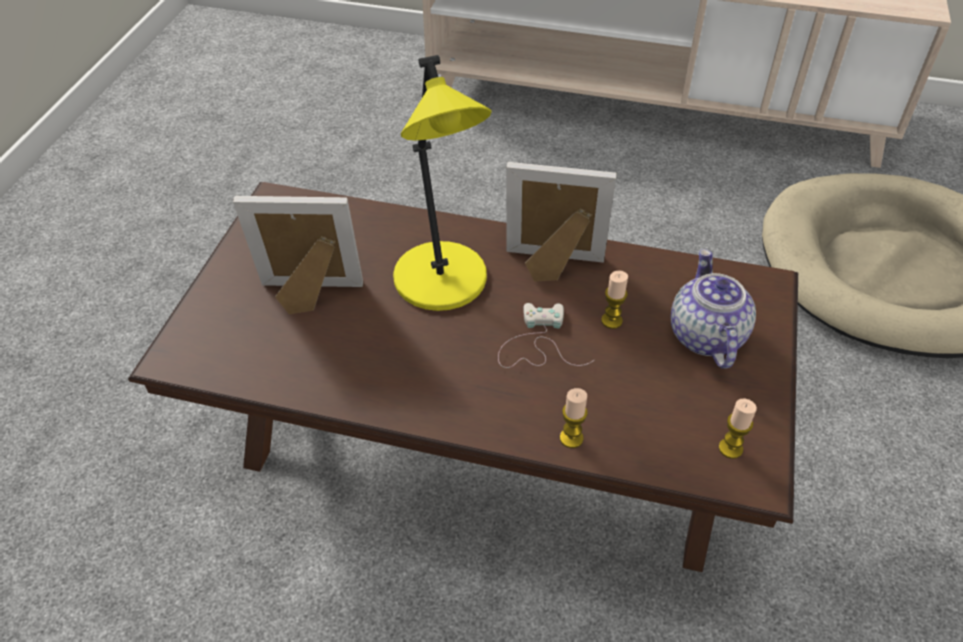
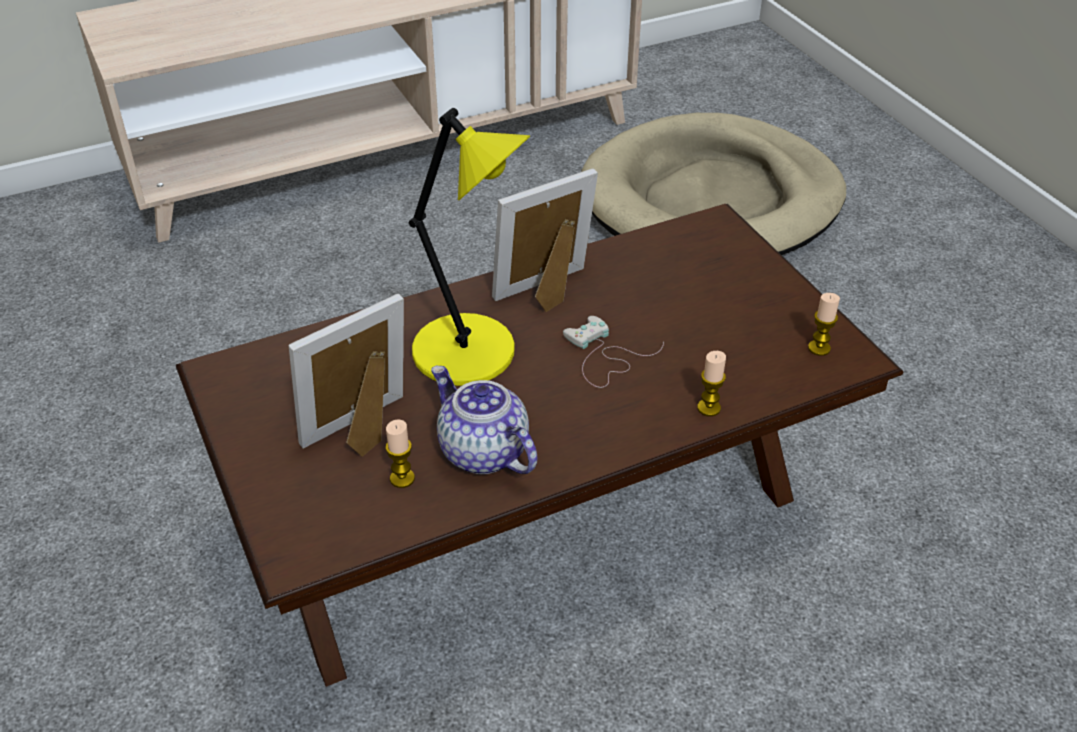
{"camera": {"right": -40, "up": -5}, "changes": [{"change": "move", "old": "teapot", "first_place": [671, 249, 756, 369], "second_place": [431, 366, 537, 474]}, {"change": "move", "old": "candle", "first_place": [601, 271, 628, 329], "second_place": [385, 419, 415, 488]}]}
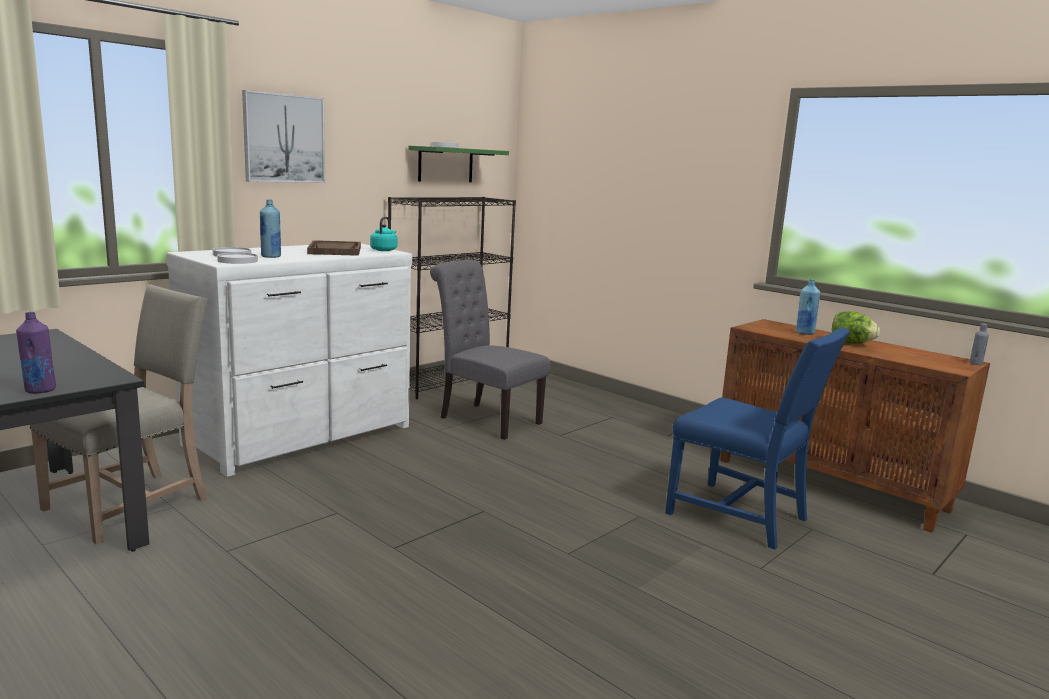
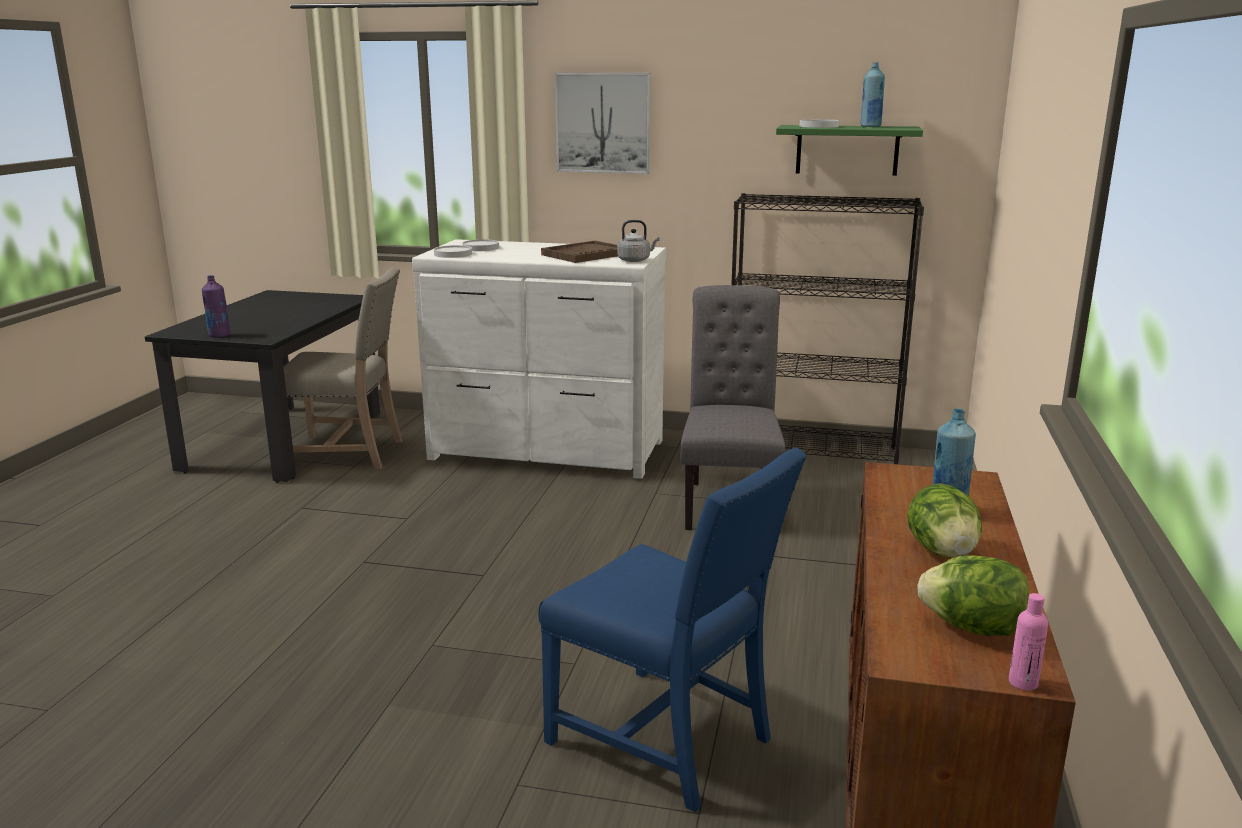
{"camera": {"right": 60, "up": 5}, "changes": [{"change": "move", "old": "blue bottle", "first_place": [260, 200, 281, 258], "second_place": [861, 62, 885, 127]}, {"change": "recolor", "old": "turquoise kettle", "new": "grey kettle", "first_place": [370, 217, 397, 251], "second_place": [617, 220, 660, 262]}, {"change": "recolor", "old": "grey bottle", "new": "pink bottle", "first_place": [970, 323, 989, 365], "second_place": [1009, 593, 1048, 691]}, {"change": "rotate", "old": "blue chair", "first_place": [665, 327, 850, 550], "second_place": [538, 447, 807, 812], "degrees": -60}, {"change": "insert", "new": "lettuce", "second_place": [917, 555, 1029, 636]}]}
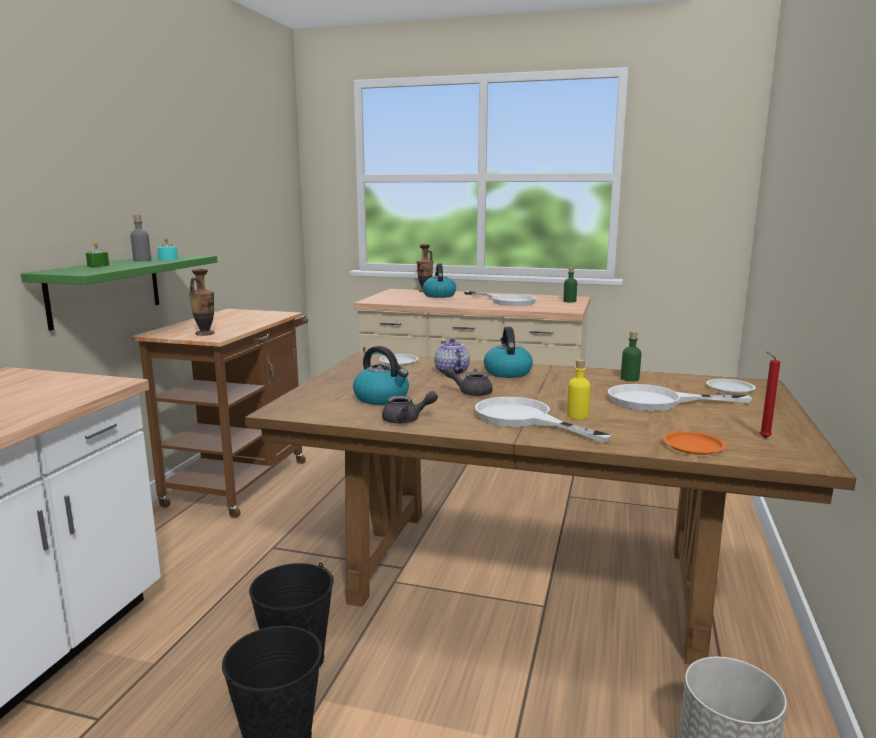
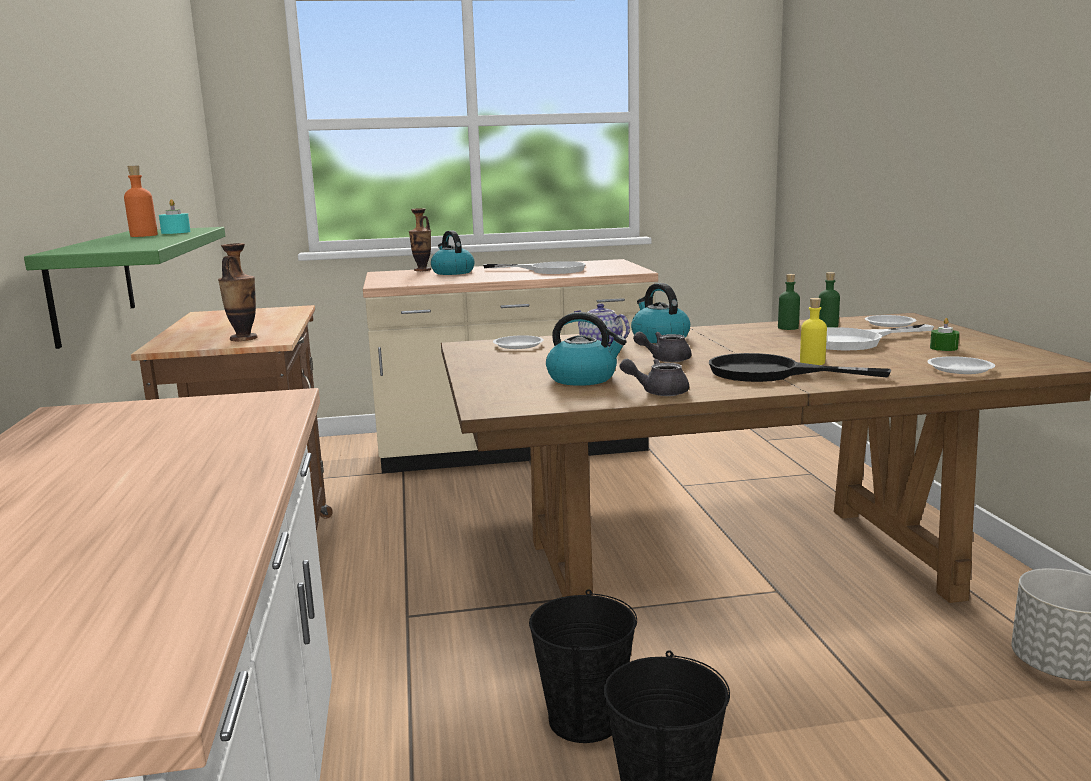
{"camera": {"right": -25, "up": 0}, "changes": [{"change": "recolor", "old": "grey bottle", "new": "orange bottle", "first_place": [130, 215, 151, 261], "second_place": [124, 165, 158, 237]}, {"change": "move", "old": "green candle", "first_place": [86, 242, 109, 267], "second_place": [930, 318, 959, 351]}, {"change": "move", "old": "green bottle", "first_place": [564, 267, 577, 303], "second_place": [819, 272, 840, 328]}, {"change": "delete", "old": "red candle", "first_place": [760, 351, 780, 438]}, {"change": "rotate", "old": "grey teapot", "first_place": [382, 391, 438, 424], "second_place": [620, 359, 689, 396], "degrees": -150}, {"change": "recolor", "old": "white frying pan", "new": "black frying pan", "first_place": [475, 397, 612, 443], "second_place": [709, 353, 892, 382]}, {"change": "recolor", "old": "orange plate", "new": "white plate", "first_place": [663, 431, 726, 455], "second_place": [927, 356, 995, 374]}]}
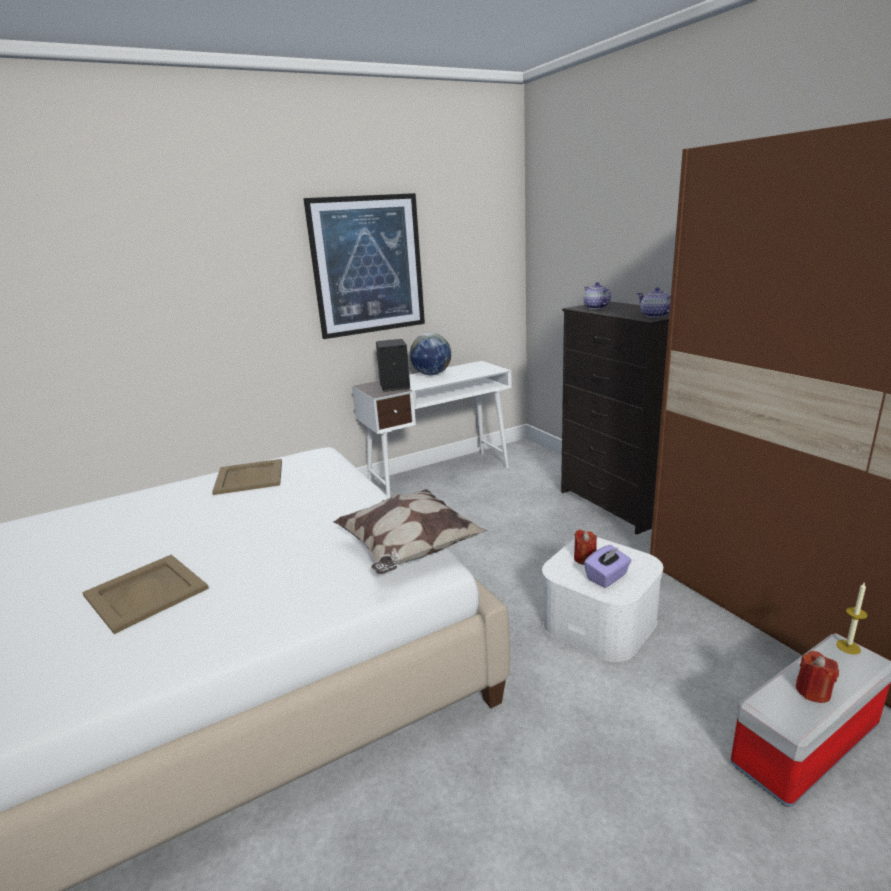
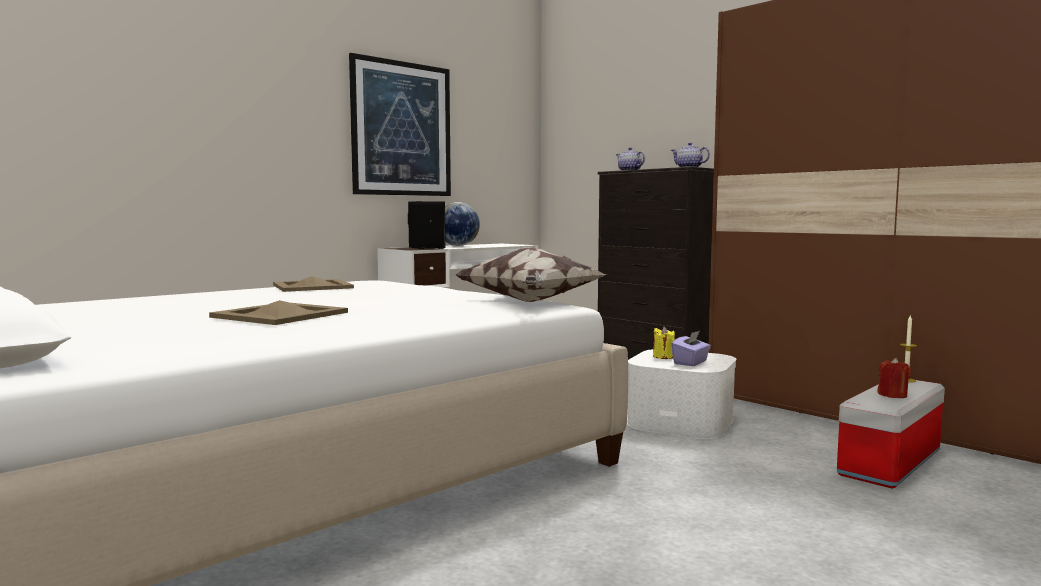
{"camera": {"right": -15, "up": -15}, "changes": [{"change": "recolor", "old": "red candle", "new": "yellow candle", "first_place": [574, 530, 597, 565], "second_place": [653, 327, 675, 359]}]}
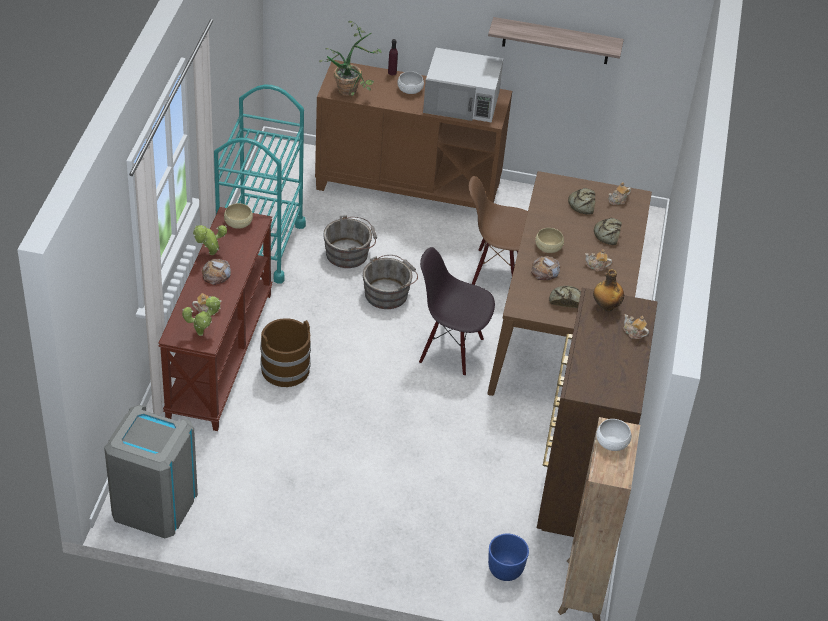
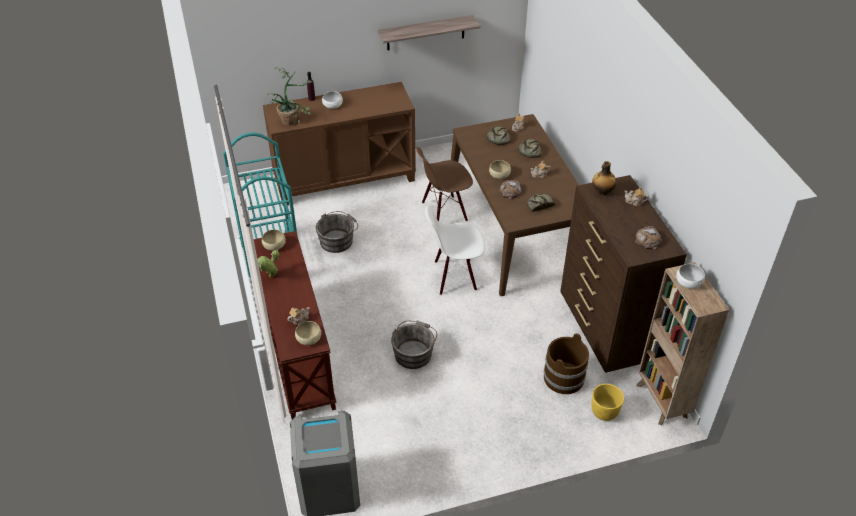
{"camera": {"right": -25, "up": 0}, "changes": [{"change": "delete", "old": "white microwave", "first_place": [423, 48, 503, 123]}, {"change": "recolor", "old": "black chair", "new": "white chair", "first_place": [419, 247, 495, 376], "second_place": [425, 206, 485, 295]}, {"change": "move", "old": "grey bucket", "first_place": [362, 255, 418, 309], "second_place": [391, 321, 437, 369]}, {"change": "move", "old": "bread", "first_place": [202, 259, 231, 285], "second_place": [635, 226, 662, 249]}, {"change": "replace", "old": "potted plant", "new": "beige bowl", "first_place": [182, 296, 221, 336], "second_place": [295, 321, 321, 345]}, {"change": "move", "old": "brown bucket", "first_place": [260, 318, 311, 387], "second_place": [544, 333, 589, 394]}, {"change": "recolor", "old": "blue planter", "new": "yellow planter", "first_place": [488, 534, 529, 581], "second_place": [591, 384, 624, 421]}]}
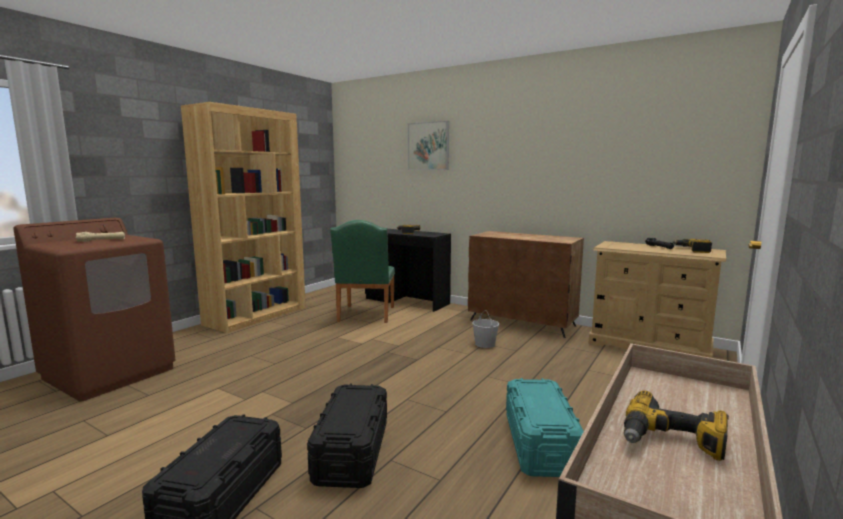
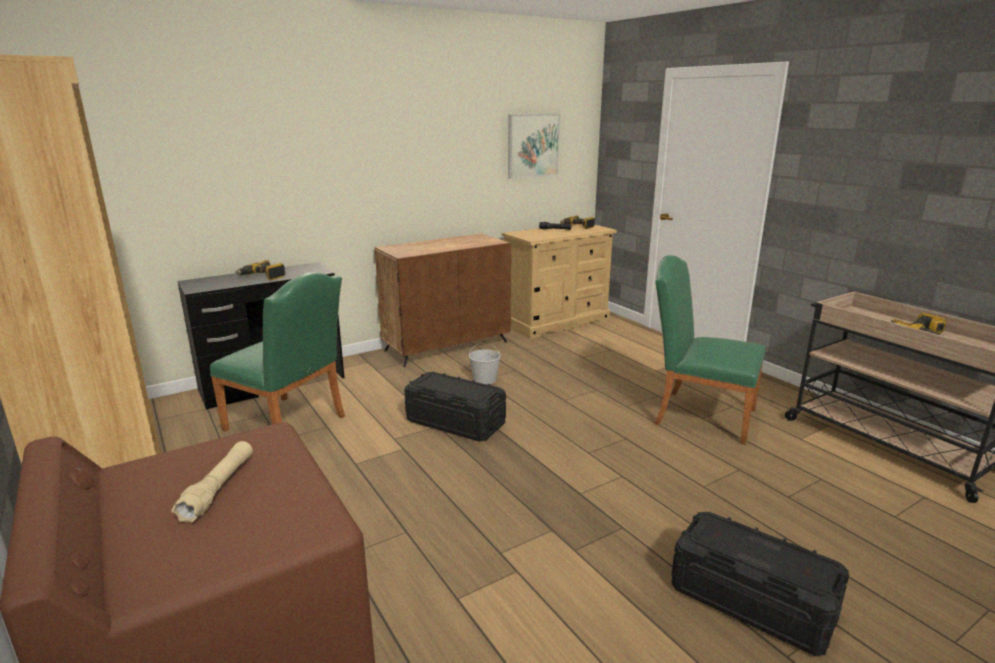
{"camera": {"right": -65, "up": 10}, "changes": [{"change": "move", "old": "picture", "first_place": [408, 121, 449, 170], "second_place": [508, 114, 560, 178]}, {"change": "replace", "old": "turquoise storage box", "new": "green chair", "first_place": [506, 378, 584, 477], "second_place": [654, 255, 765, 445]}, {"change": "move", "old": "black storage box", "first_place": [307, 384, 387, 488], "second_place": [404, 372, 506, 441]}]}
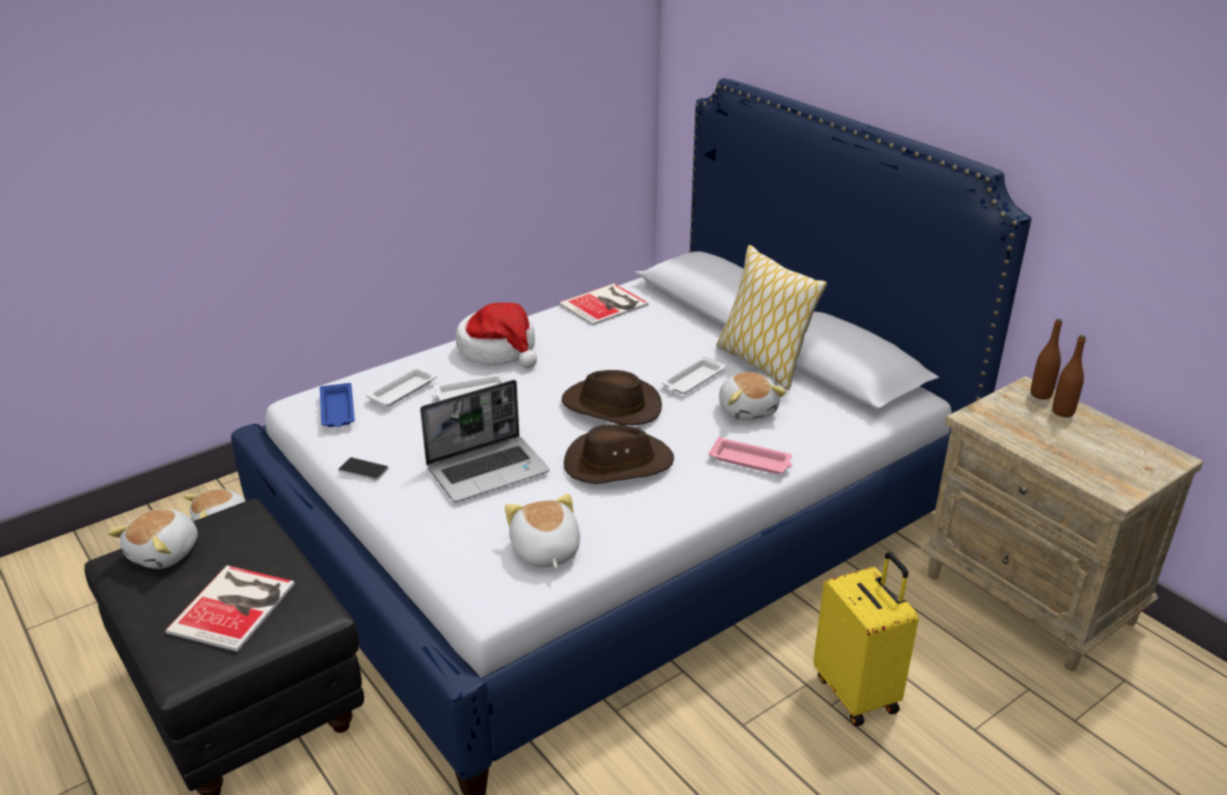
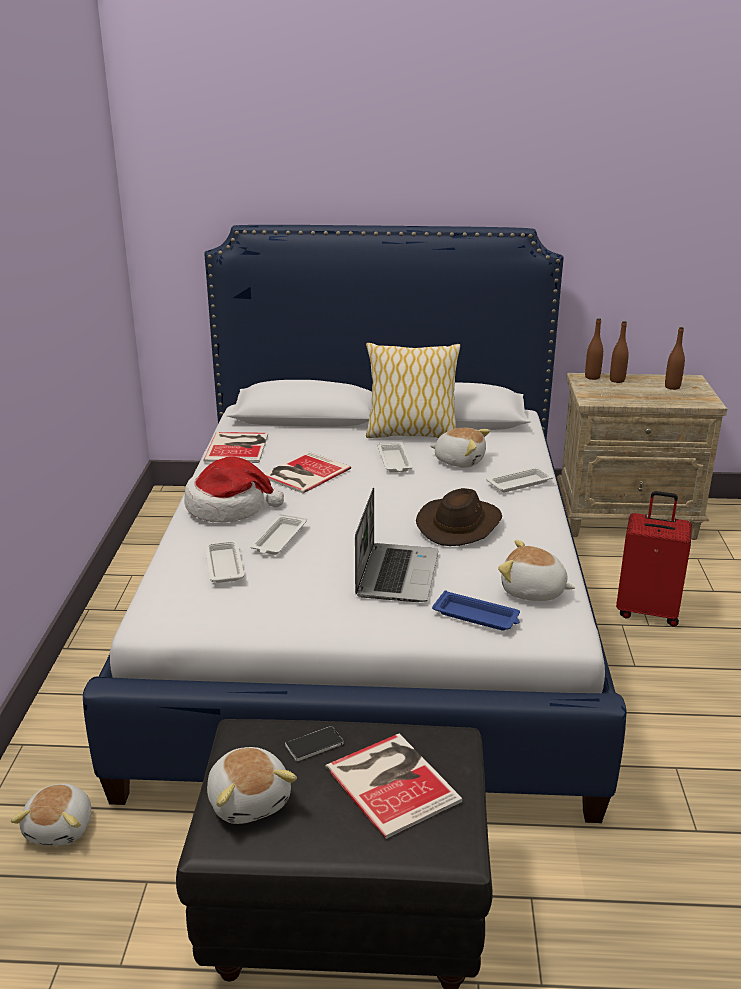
{"camera": {"right": -50, "up": -5}, "changes": [{"change": "delete", "old": "brown hat", "first_place": [562, 370, 662, 425]}, {"change": "move", "old": "blue tray", "first_place": [320, 383, 355, 427], "second_place": [432, 590, 520, 631]}, {"change": "recolor", "old": "pink tray", "new": "white tray", "first_place": [709, 437, 792, 474], "second_place": [486, 467, 553, 492]}, {"change": "move", "old": "phone", "first_place": [338, 457, 388, 481], "second_place": [285, 726, 344, 761]}, {"change": "recolor", "old": "yellow suitcase", "new": "red suitcase", "first_place": [813, 552, 919, 726], "second_place": [616, 491, 692, 627]}, {"change": "insert", "new": "brown bottle", "second_place": [665, 327, 685, 390]}, {"change": "insert", "new": "book", "second_place": [264, 452, 351, 494]}]}
